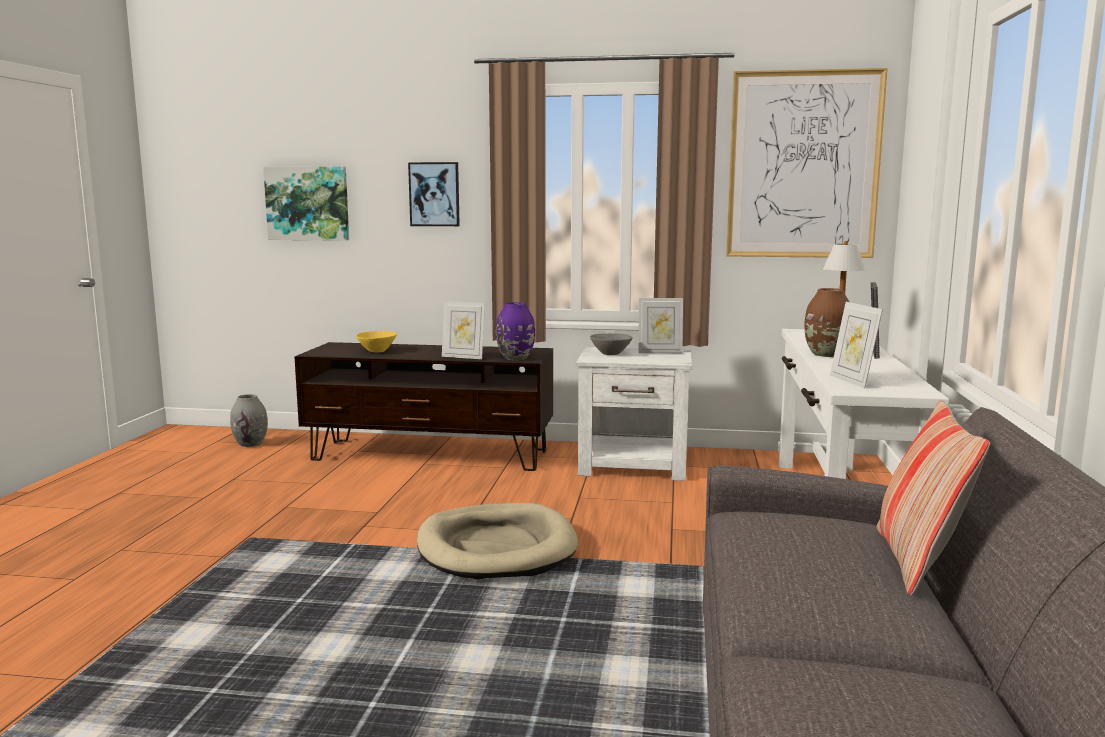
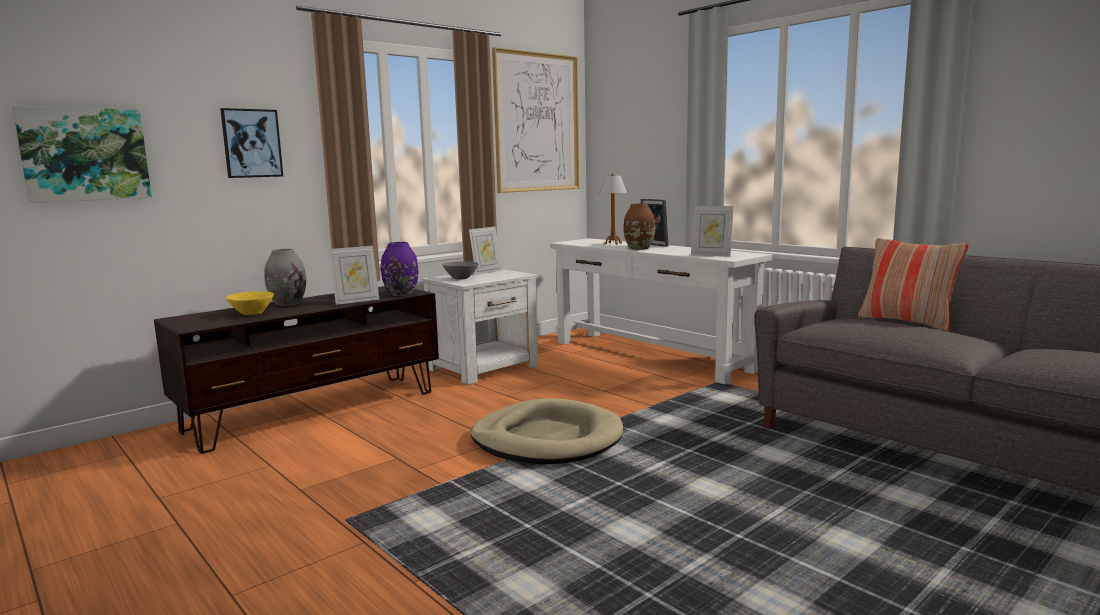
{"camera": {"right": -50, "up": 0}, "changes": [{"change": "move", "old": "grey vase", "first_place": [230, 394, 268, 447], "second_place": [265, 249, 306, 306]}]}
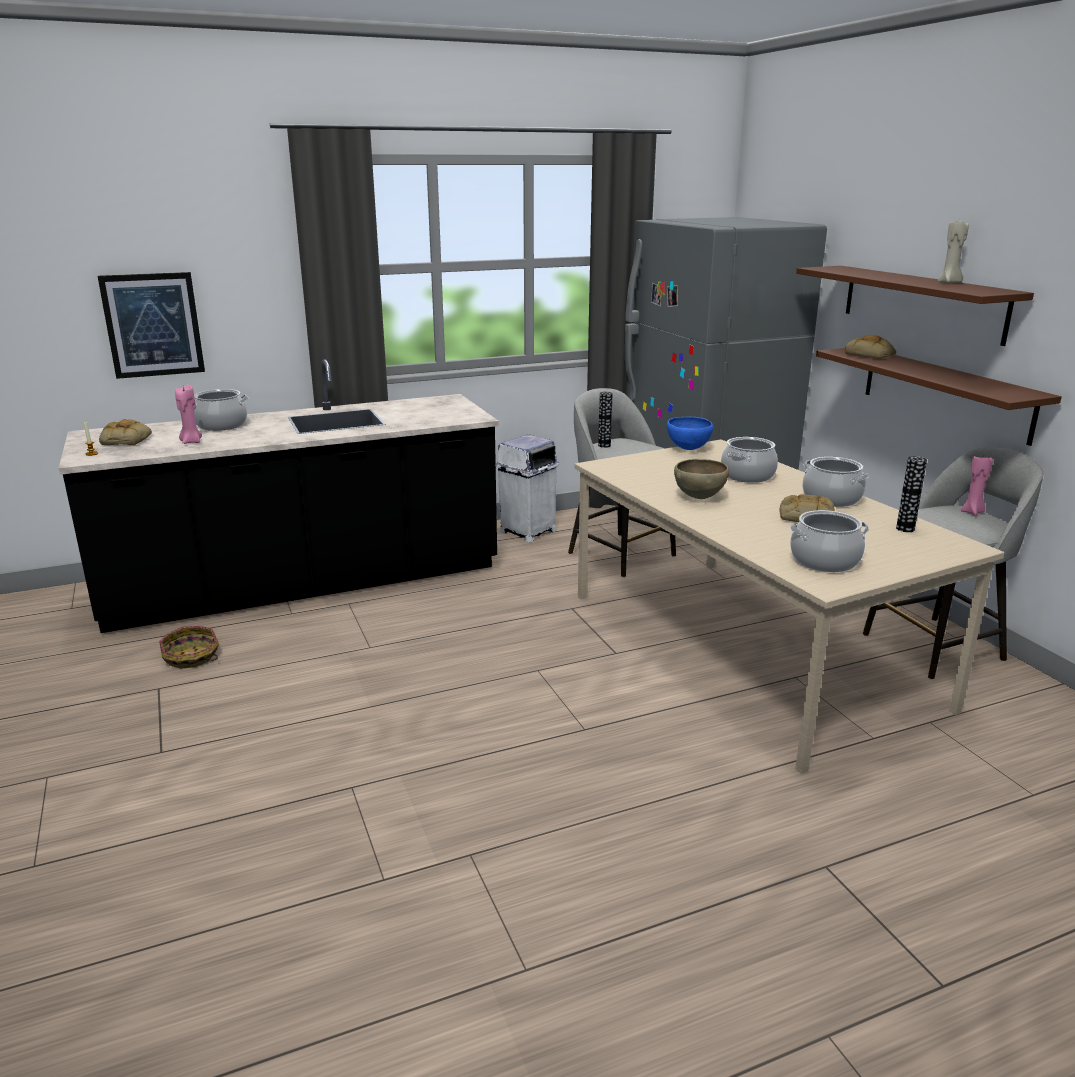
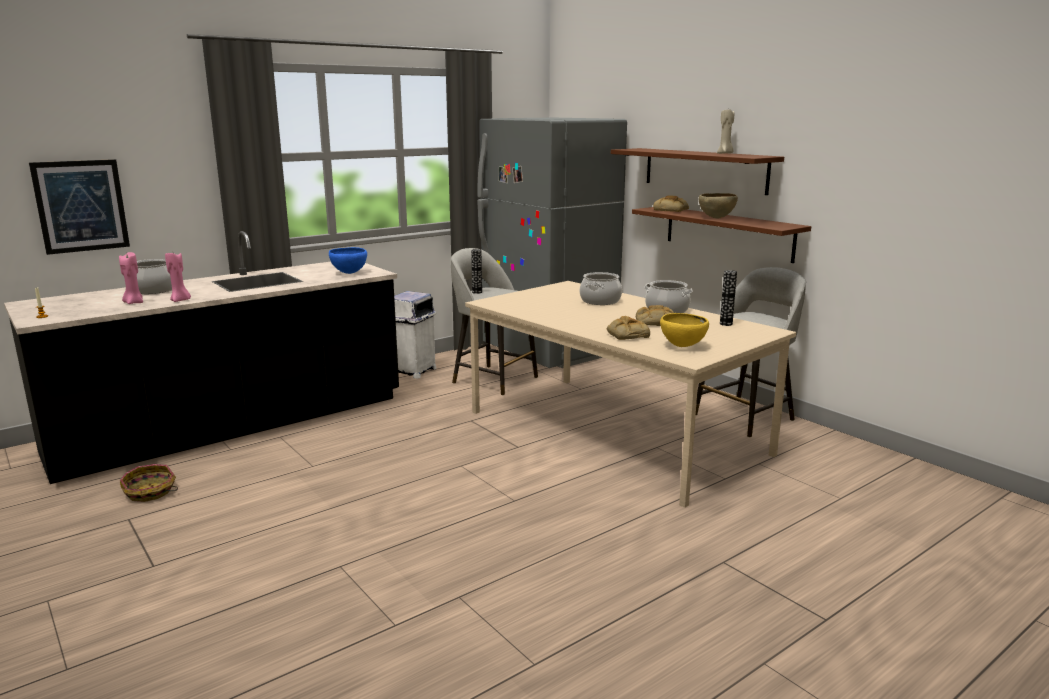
{"camera": {"right": -15, "up": -5}, "changes": [{"change": "move", "old": "blue bowl", "first_place": [667, 417, 714, 450], "second_place": [329, 247, 367, 274]}, {"change": "move", "old": "bread", "first_place": [99, 419, 152, 445], "second_place": [607, 316, 650, 340]}, {"change": "move", "old": "pink candle", "first_place": [961, 455, 992, 515], "second_place": [165, 253, 191, 302]}, {"change": "move", "old": "brown bowl", "first_place": [674, 459, 729, 499], "second_place": [699, 193, 738, 218]}, {"change": "replace", "old": "cooking pot", "new": "yellow bowl", "first_place": [790, 510, 869, 572], "second_place": [660, 313, 709, 347]}]}
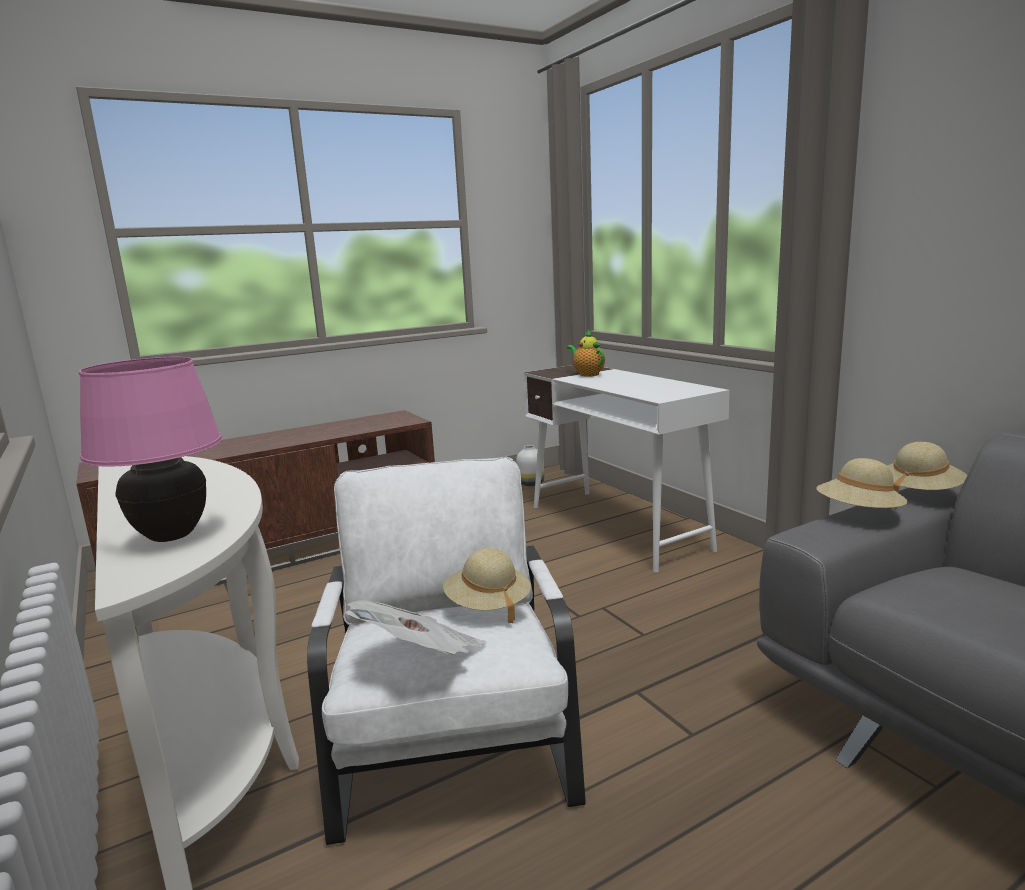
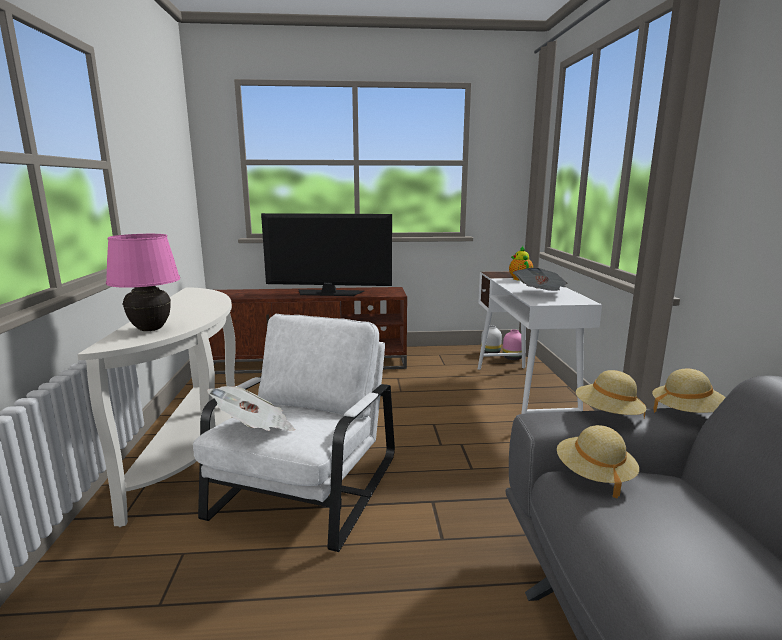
{"camera": {"right": 25, "up": 0}, "changes": [{"change": "move", "old": "beige hat", "first_place": [443, 548, 531, 623], "second_place": [557, 425, 639, 498]}, {"change": "insert", "new": "television", "second_place": [261, 213, 392, 296]}, {"change": "insert", "new": "newspaper", "second_place": [513, 268, 567, 291]}, {"change": "insert", "new": "pink vase", "second_place": [503, 329, 522, 360]}]}
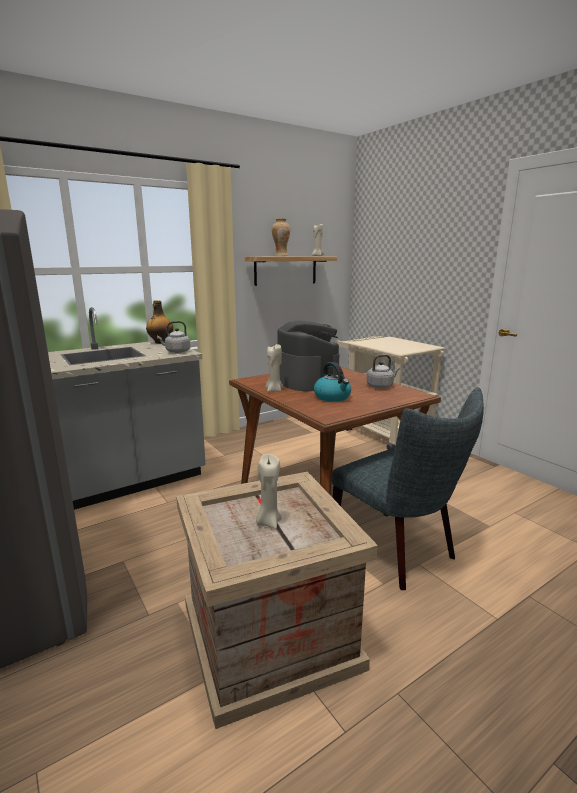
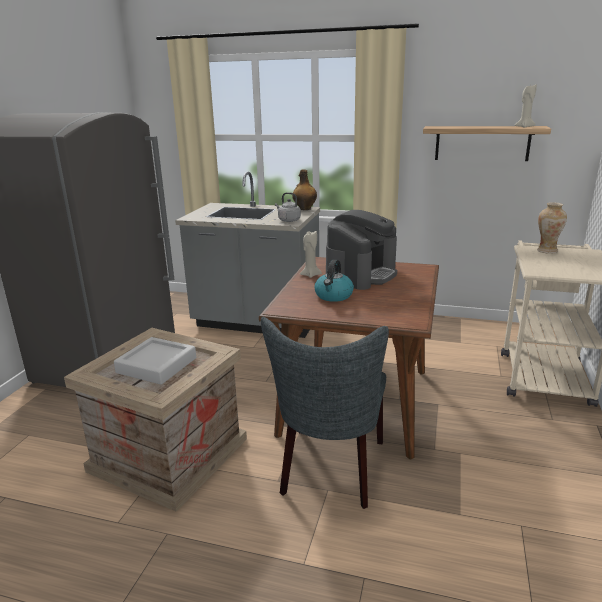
{"camera": {"right": 50, "up": 5}, "changes": [{"change": "move", "old": "vase", "first_place": [272, 218, 290, 256], "second_place": [537, 202, 567, 254]}, {"change": "delete", "old": "grey kettle", "first_place": [366, 354, 400, 388]}, {"change": "replace", "old": "beige candle", "new": "grey tray", "first_place": [256, 454, 282, 529], "second_place": [114, 337, 196, 385]}]}
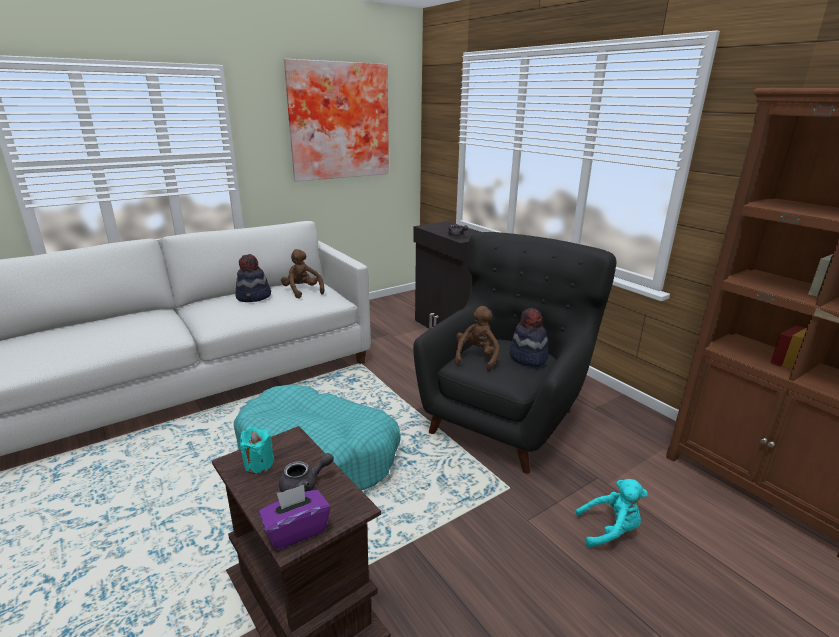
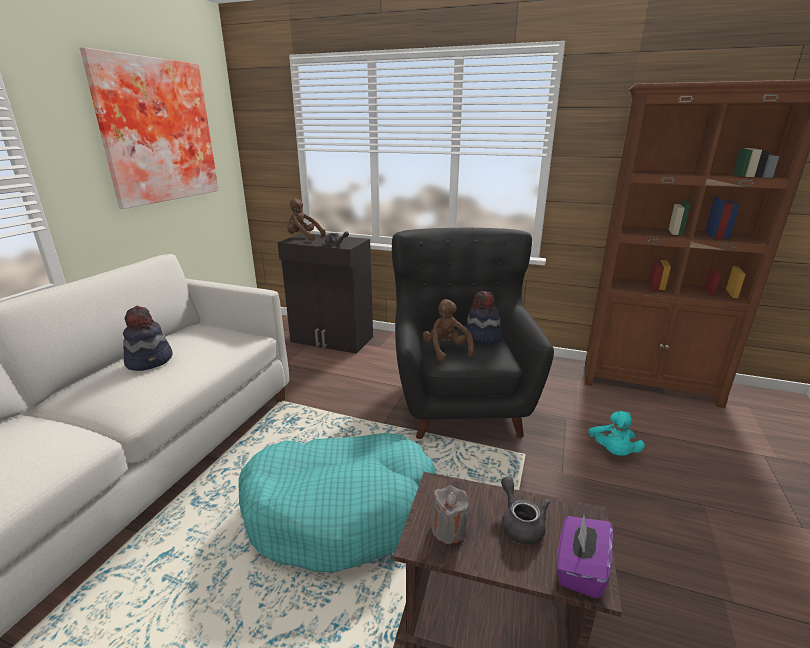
{"camera": {"right": -35, "up": 0}, "changes": [{"change": "move", "old": "brown plush toy", "first_place": [281, 249, 324, 299], "second_place": [287, 198, 326, 241]}, {"change": "recolor", "old": "turquoise candle", "new": "grey candle", "first_place": [240, 427, 274, 474], "second_place": [431, 485, 470, 544]}, {"change": "rotate", "old": "grey teapot", "first_place": [279, 453, 334, 492], "second_place": [501, 477, 550, 545], "degrees": -45}, {"change": "rotate", "old": "turquoise plush toy", "first_place": [575, 479, 648, 548], "second_place": [589, 411, 645, 456], "degrees": 135}]}
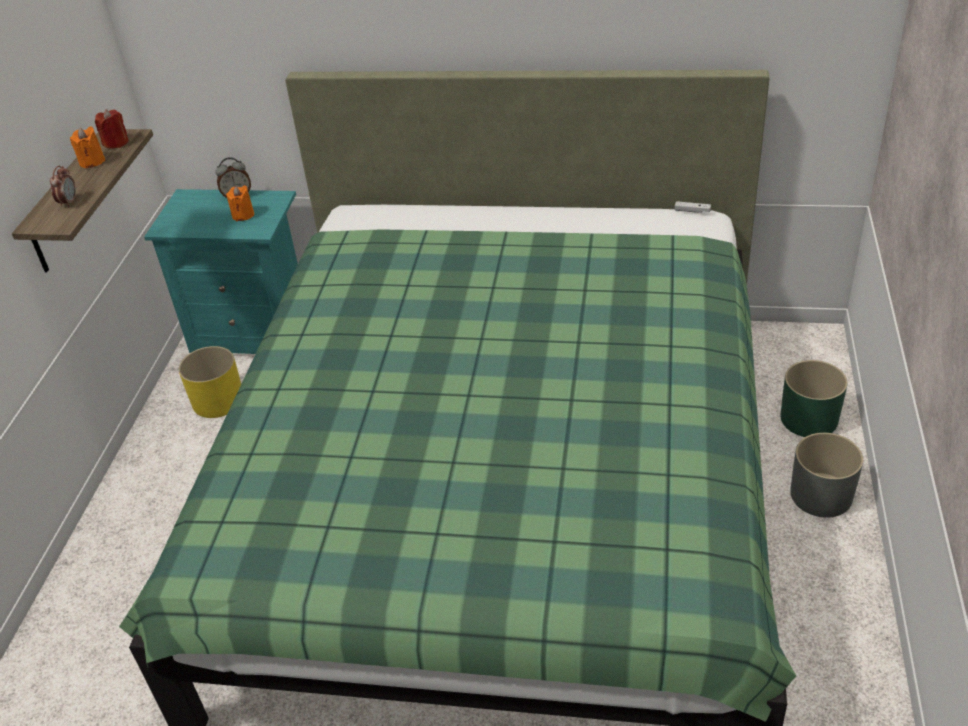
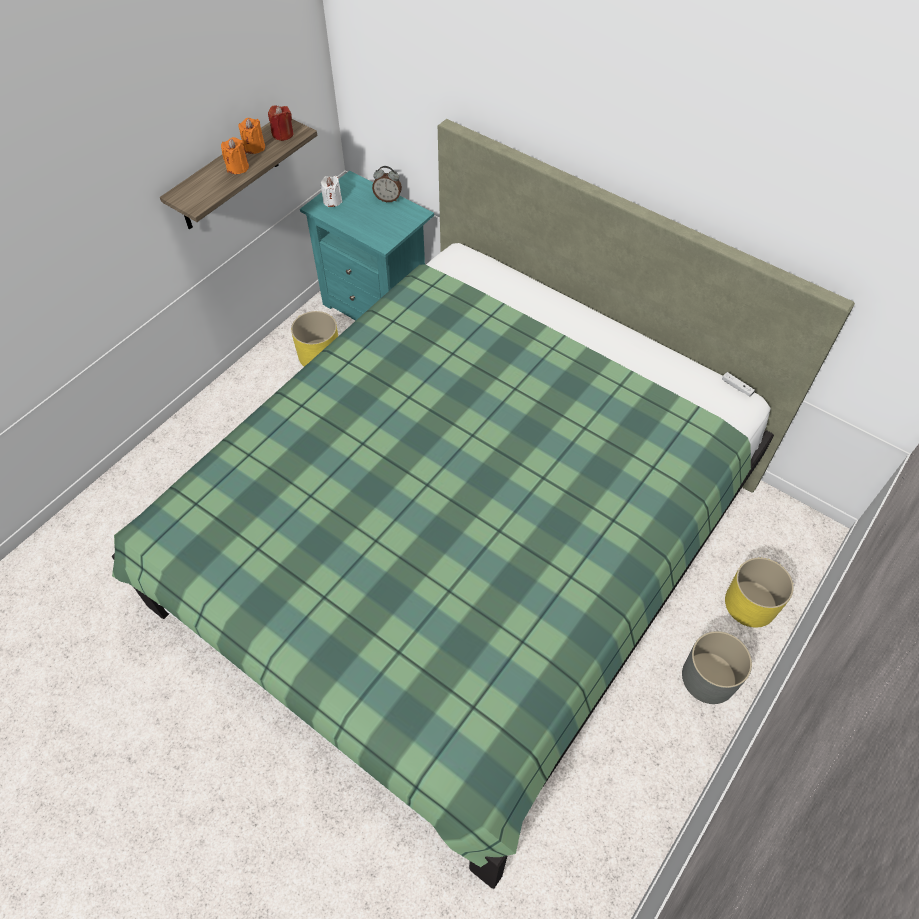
{"camera": {"right": 25, "up": 15}, "changes": [{"change": "delete", "old": "alarm clock", "first_place": [50, 166, 76, 207]}, {"change": "move", "old": "orange candle", "first_place": [226, 185, 254, 221], "second_place": [221, 137, 249, 174]}, {"change": "recolor", "old": "green planter", "new": "yellow planter", "first_place": [780, 360, 847, 437], "second_place": [725, 558, 794, 628]}, {"change": "insert", "new": "white candle", "second_place": [320, 176, 342, 207]}]}
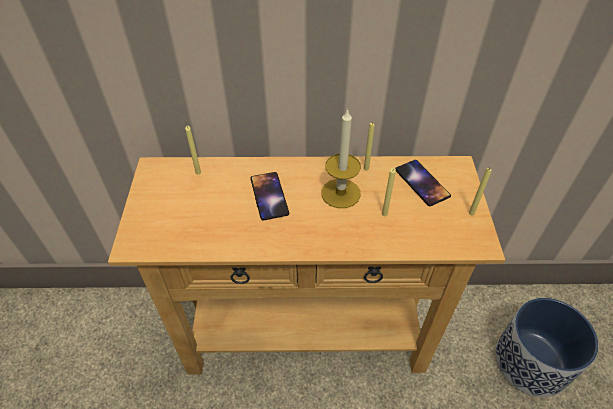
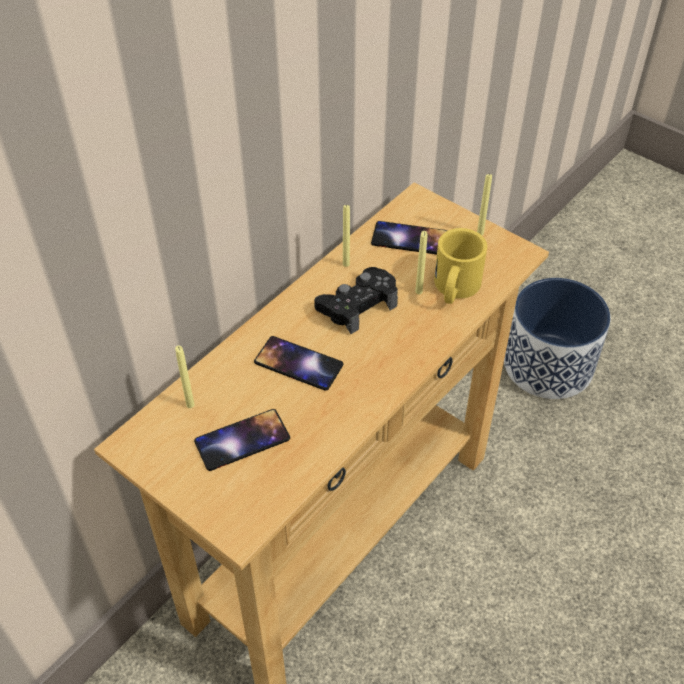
{"camera": {"right": -50, "up": 0}, "changes": [{"change": "replace", "old": "candle", "new": "black game controller", "first_place": [321, 108, 361, 208], "second_place": [314, 267, 398, 334]}, {"change": "insert", "new": "yellow mug", "second_place": [434, 228, 487, 304]}, {"change": "insert", "new": "phone", "second_place": [194, 409, 290, 471]}]}
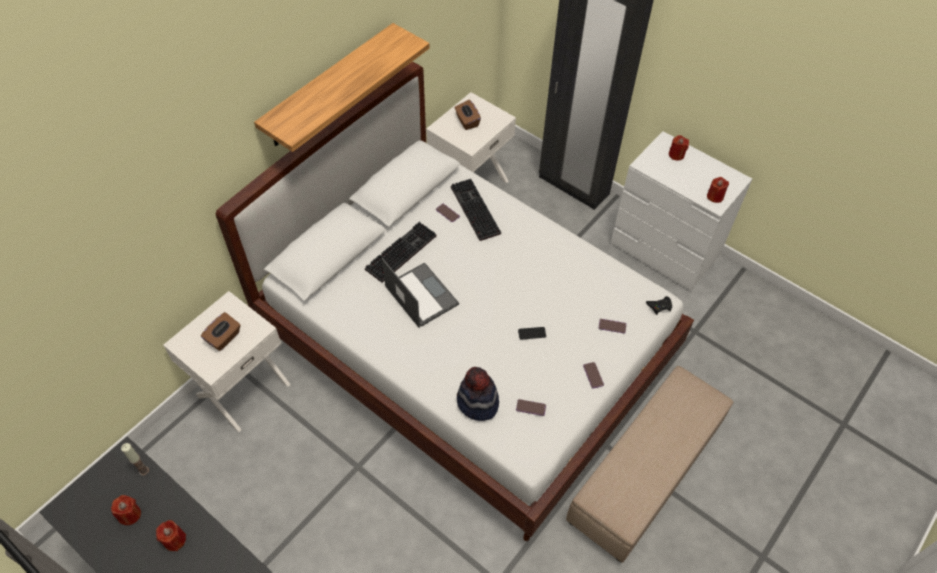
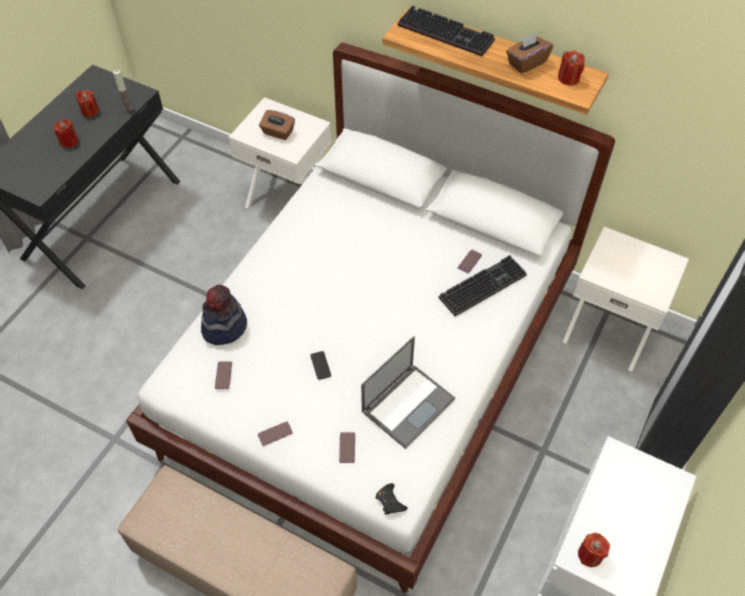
{"camera": {"right": 80, "up": 0}, "changes": [{"change": "move", "old": "brown tissue box", "first_place": [454, 100, 481, 130], "second_place": [506, 32, 553, 73]}, {"change": "move", "old": "red candle", "first_place": [669, 135, 689, 161], "second_place": [558, 50, 585, 86]}, {"change": "move", "old": "keyboard", "first_place": [365, 222, 437, 283], "second_place": [397, 5, 495, 56]}, {"change": "move", "old": "laptop", "first_place": [382, 258, 459, 328], "second_place": [361, 336, 455, 449]}]}
